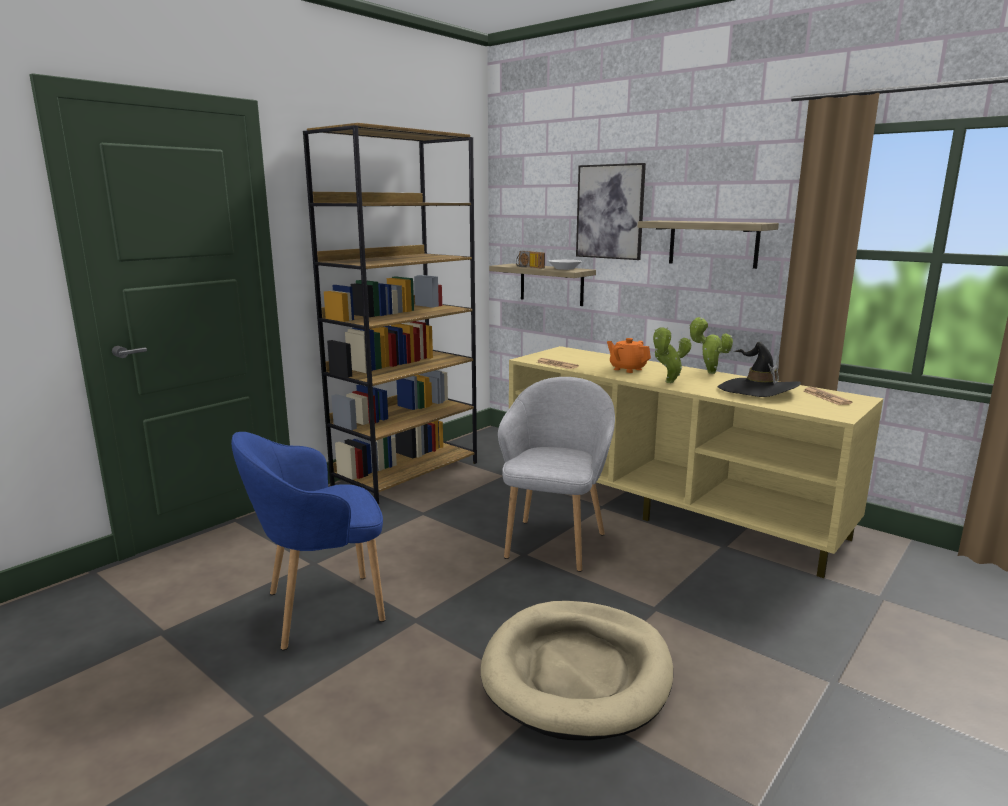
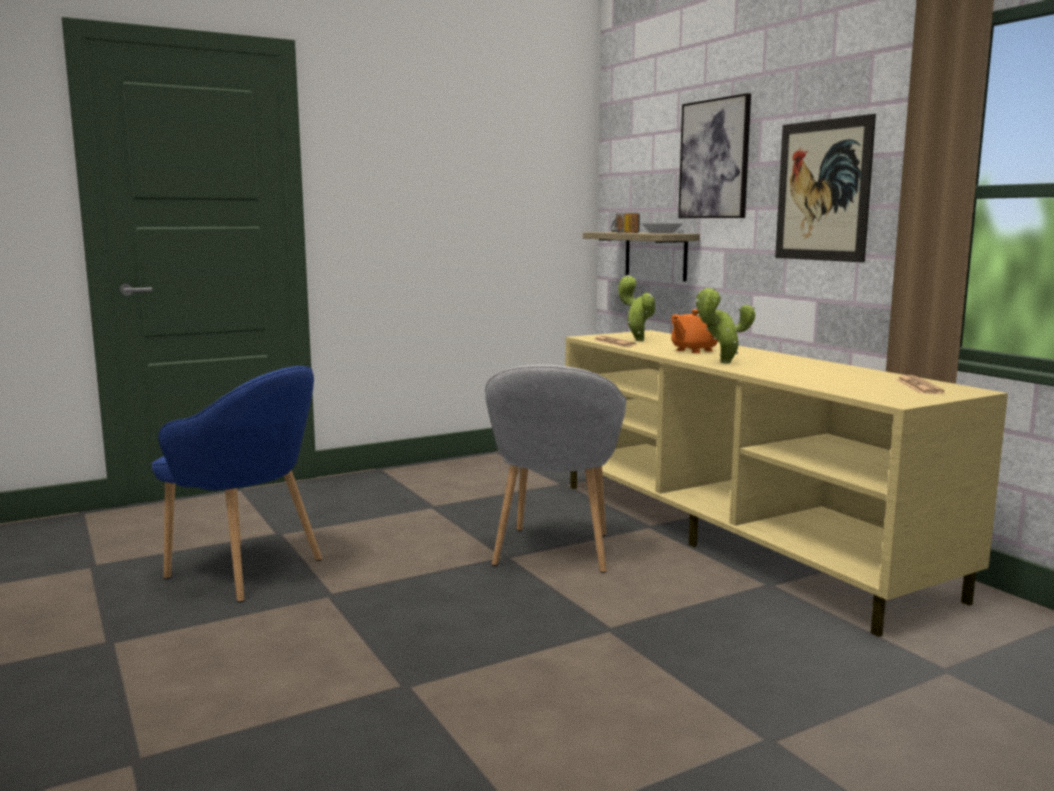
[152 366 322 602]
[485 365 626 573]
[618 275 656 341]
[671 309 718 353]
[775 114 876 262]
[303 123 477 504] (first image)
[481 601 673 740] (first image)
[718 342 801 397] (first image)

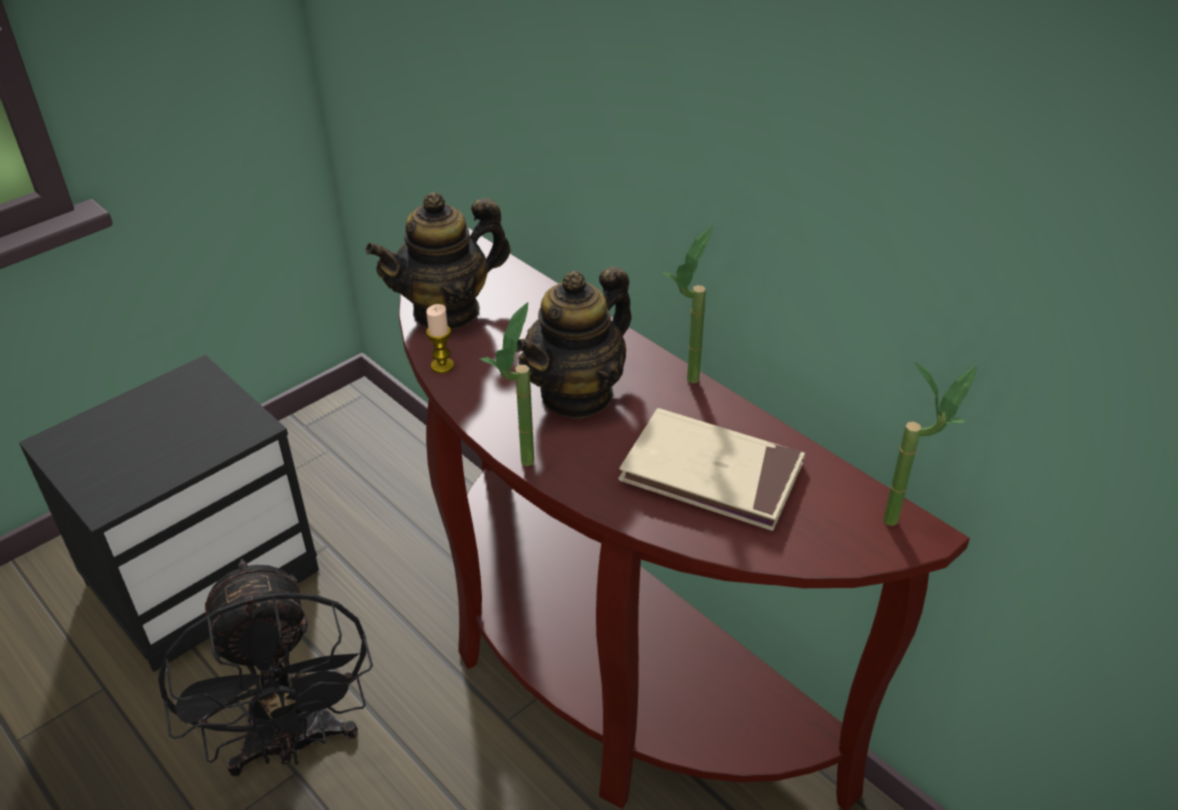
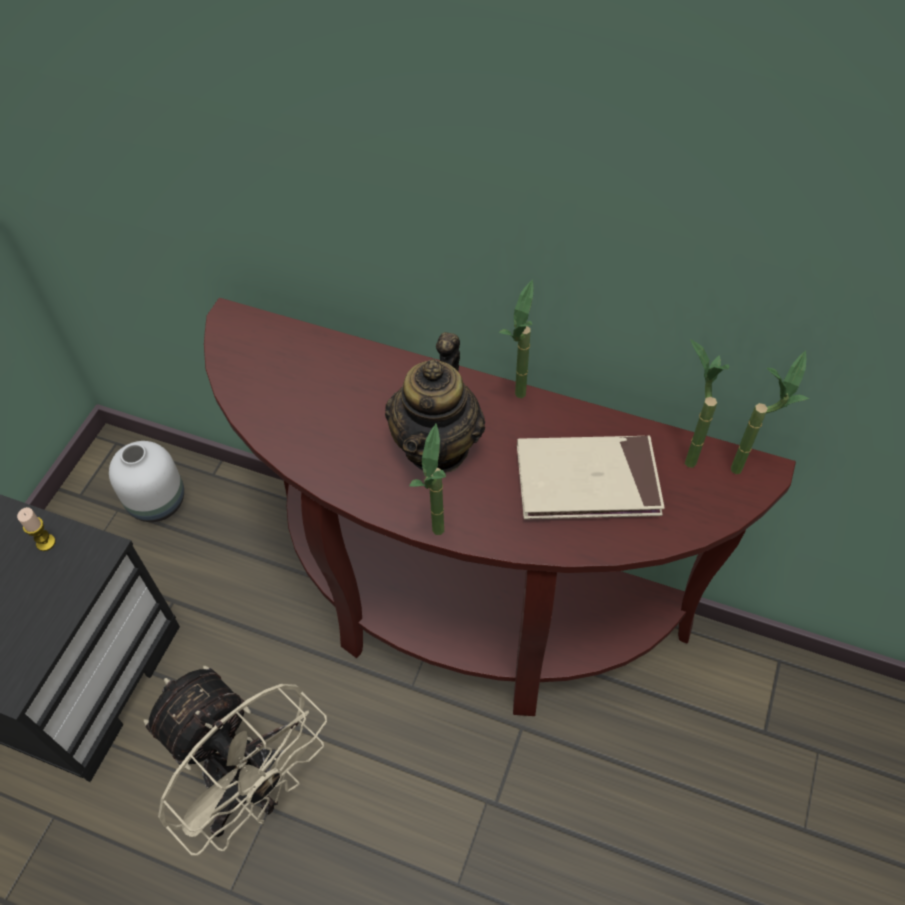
[17 507 56 551]
[109 441 184 522]
[144 666 327 856]
[685 339 729 468]
[366 192 510 329] (first image)

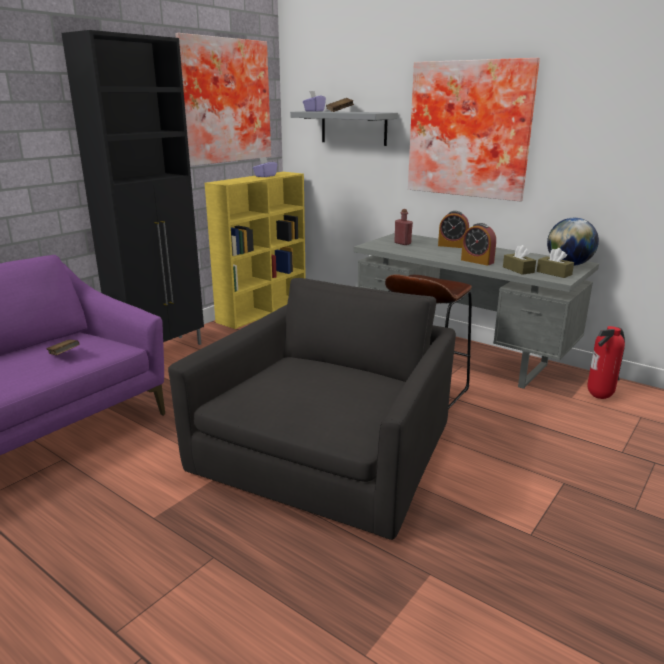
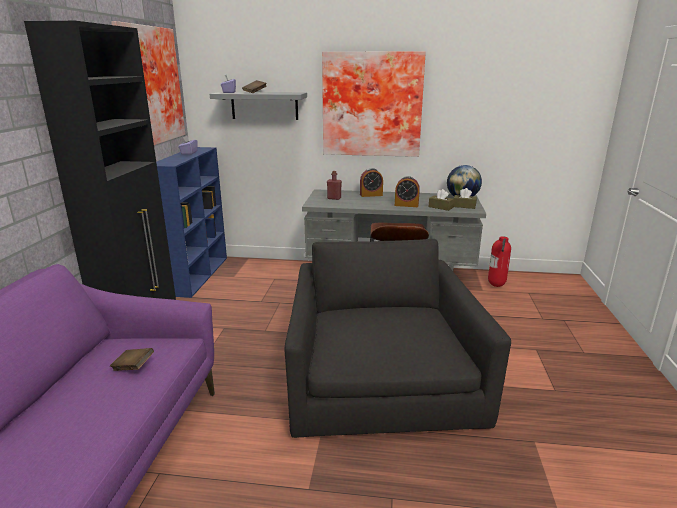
[156 147 227 298]

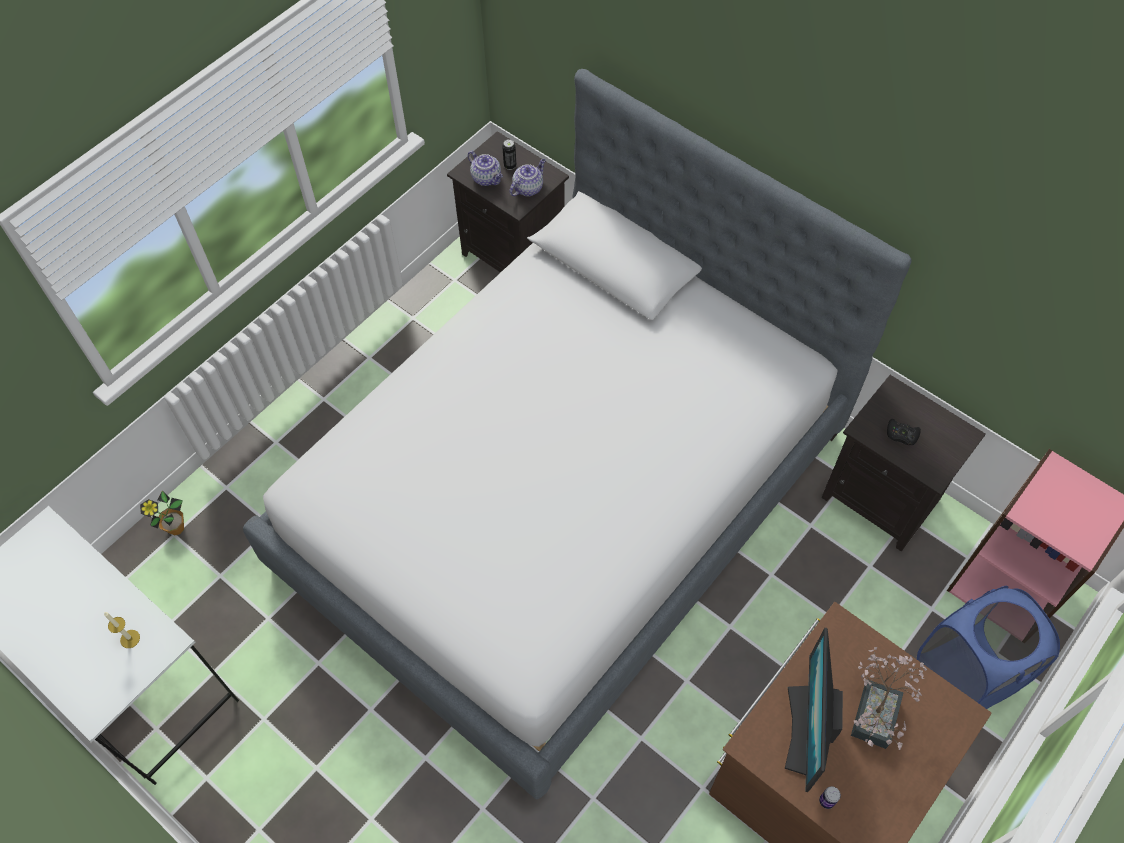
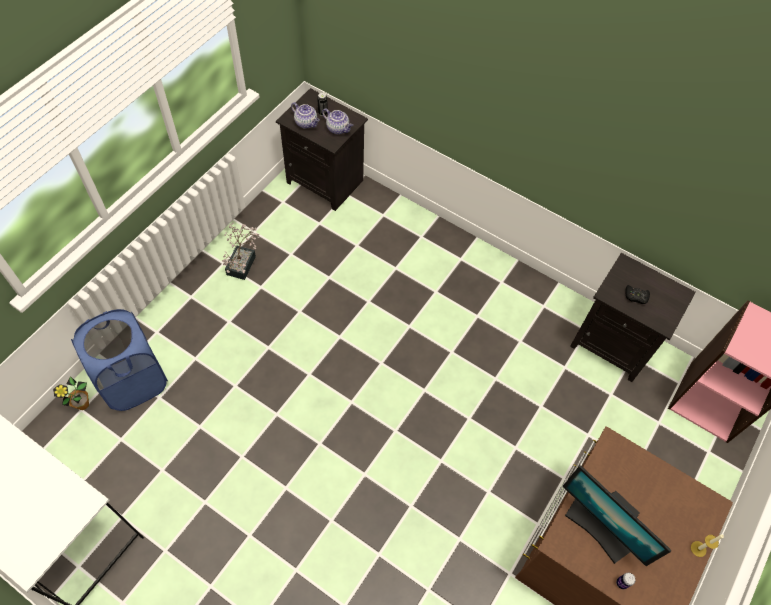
[71 309 168 411]
[222 222 259 280]
[322 108 353 134]
[563 465 671 566]
[691 534 724 557]
[243 69 911 799] (first image)

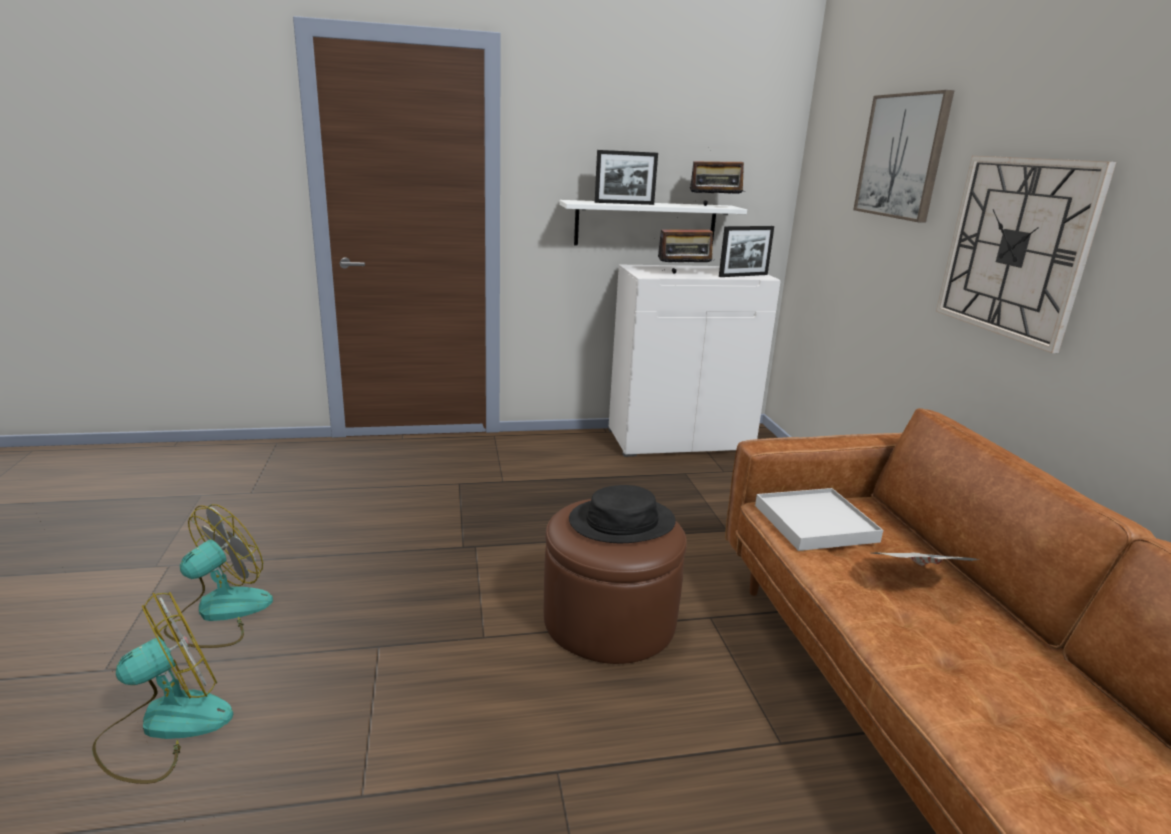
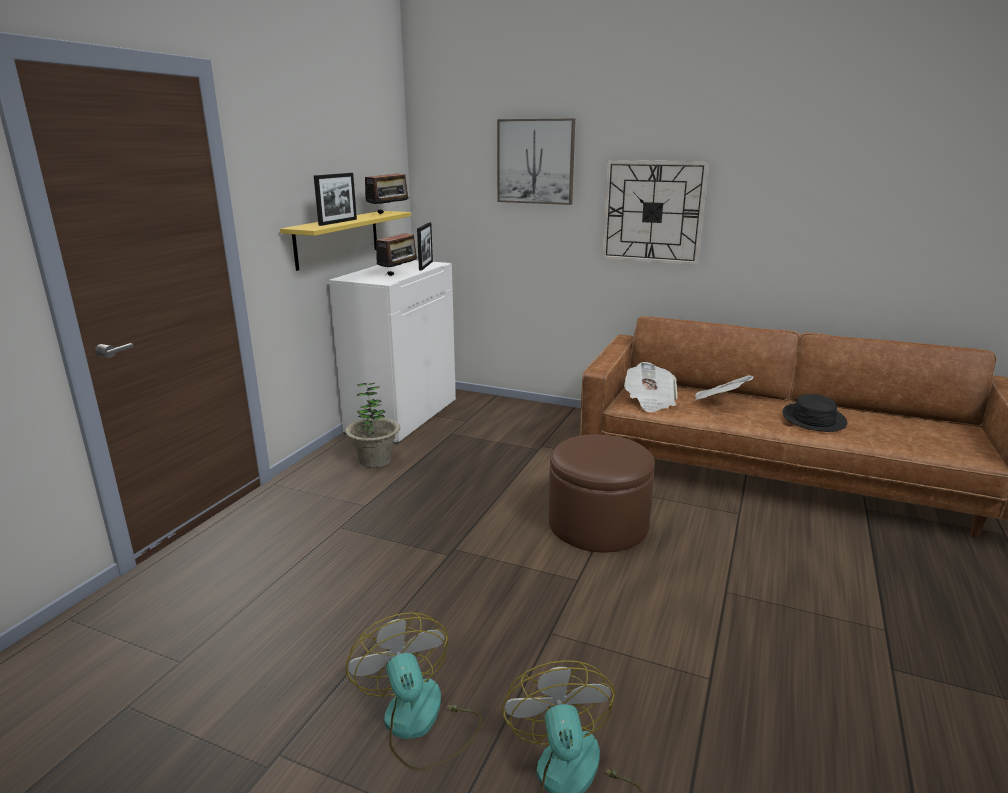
[280 211 411 271]
[345 383 400 468]
[624 362 677 412]
[782 394 847 432]

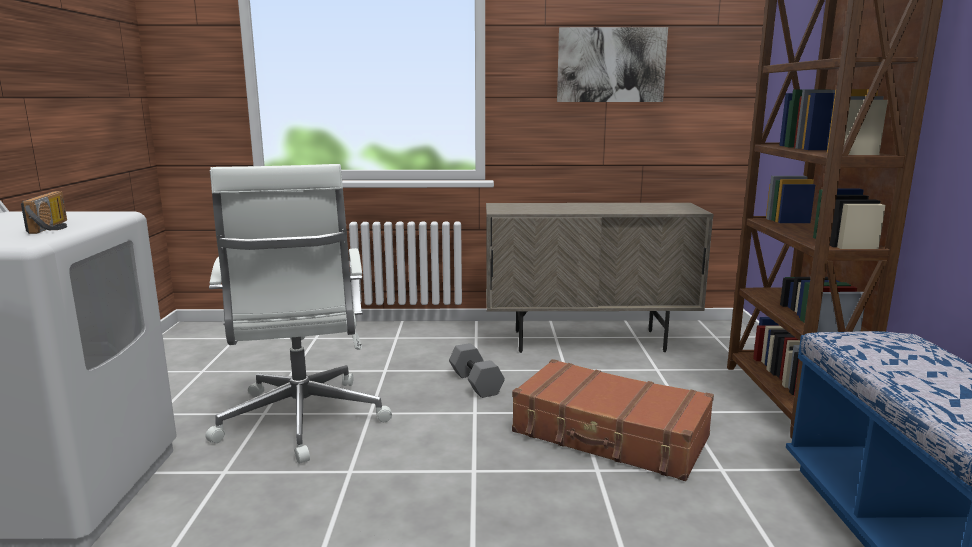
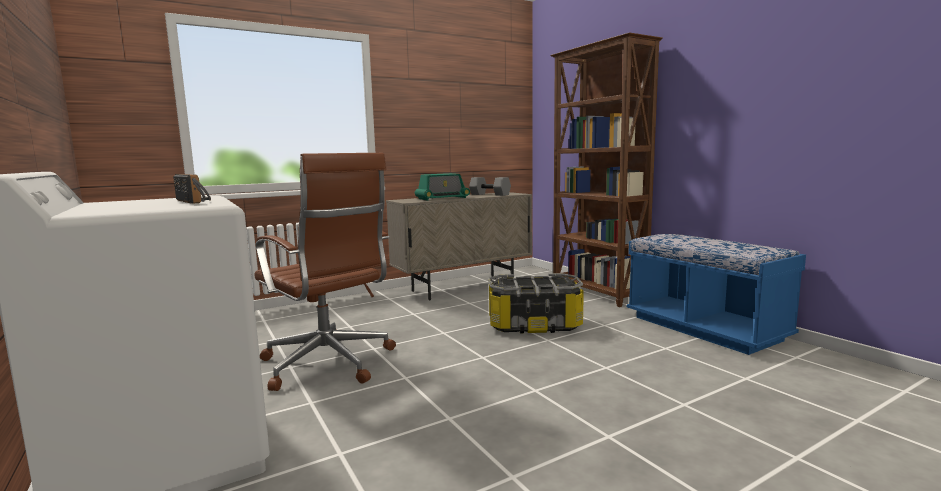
[254 153 396 391]
[415 173 470 201]
[469 177 511 196]
[489 273 584 334]
[557 27 668 102] (first image)

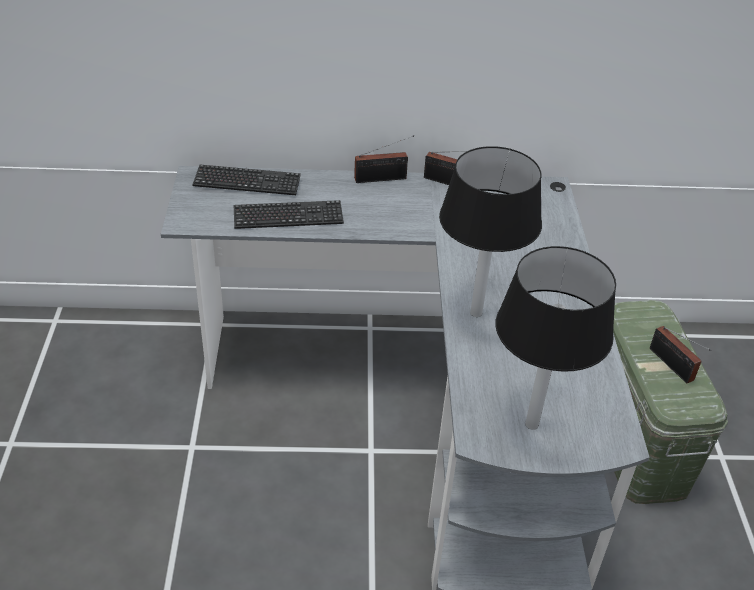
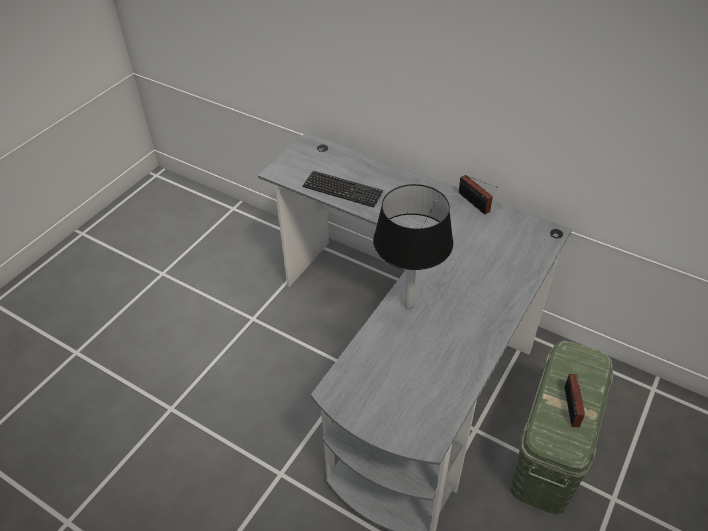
[192 165 301 195] (first image)
[354 135 414 183] (first image)
[496 246 616 430] (first image)

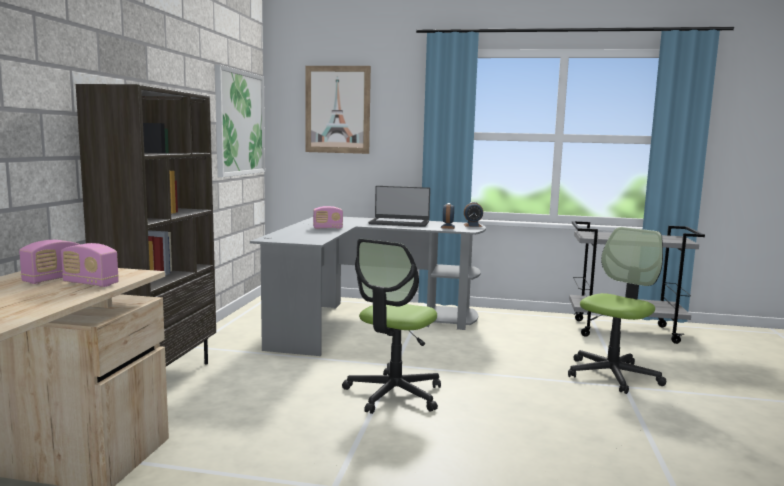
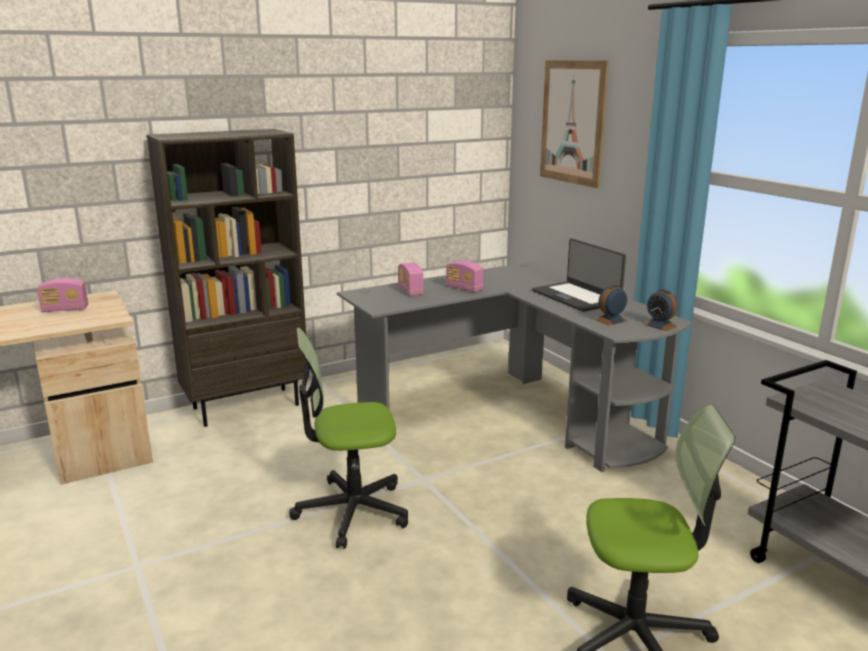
[399 263 424 296]
[215 65 265 177] (first image)

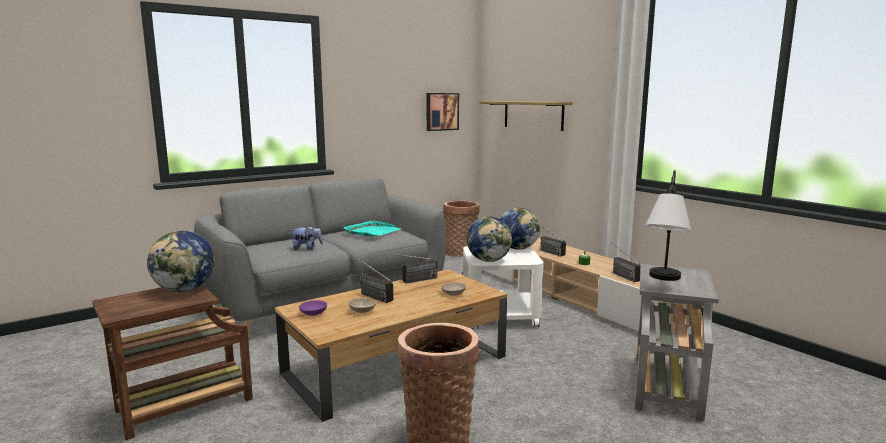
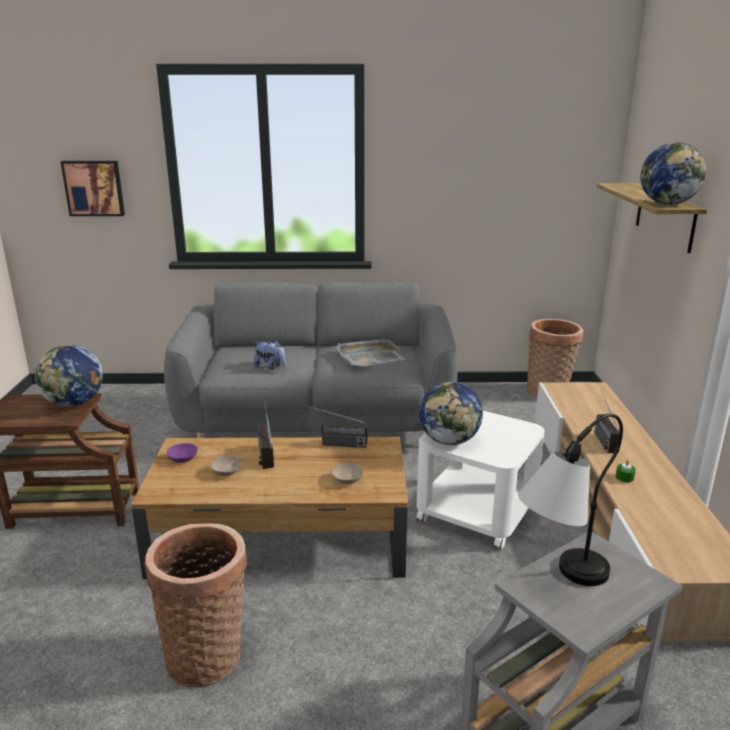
[60 161 125 216]
[336 339 405 367]
[640 142 707 205]
[609 241 640 282] (first image)

